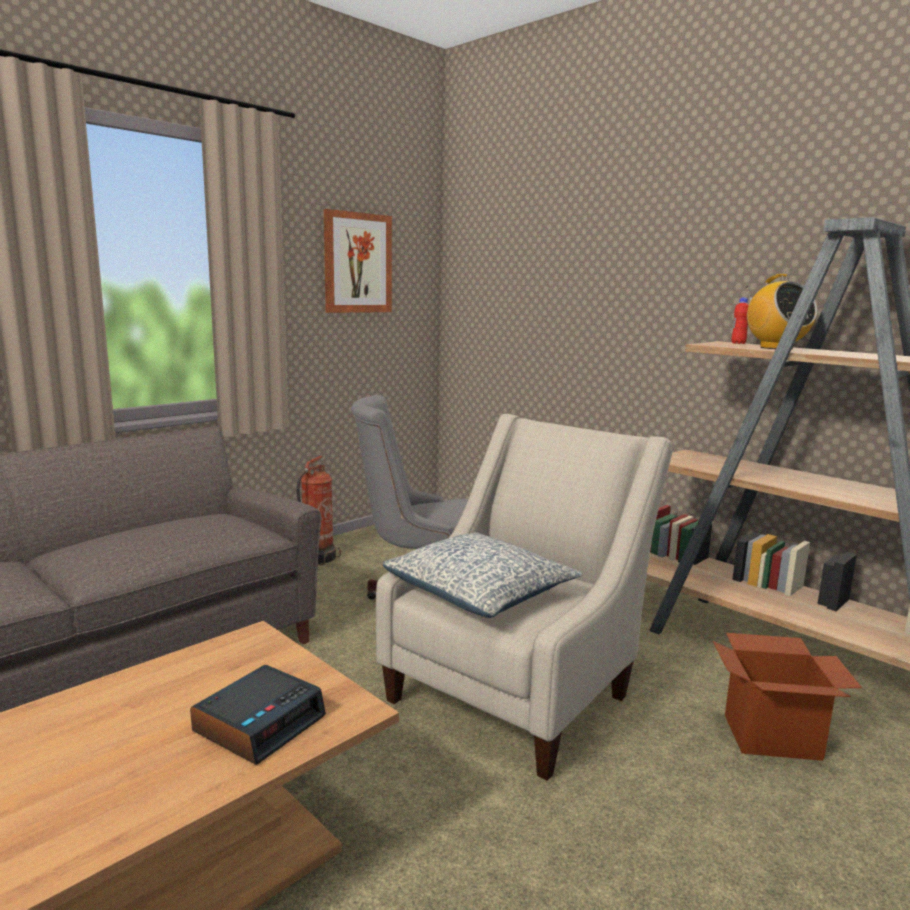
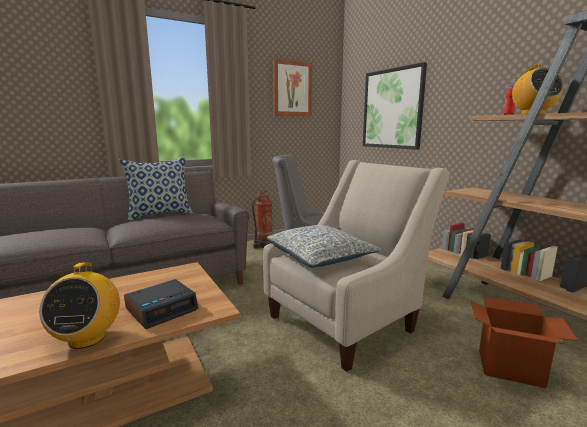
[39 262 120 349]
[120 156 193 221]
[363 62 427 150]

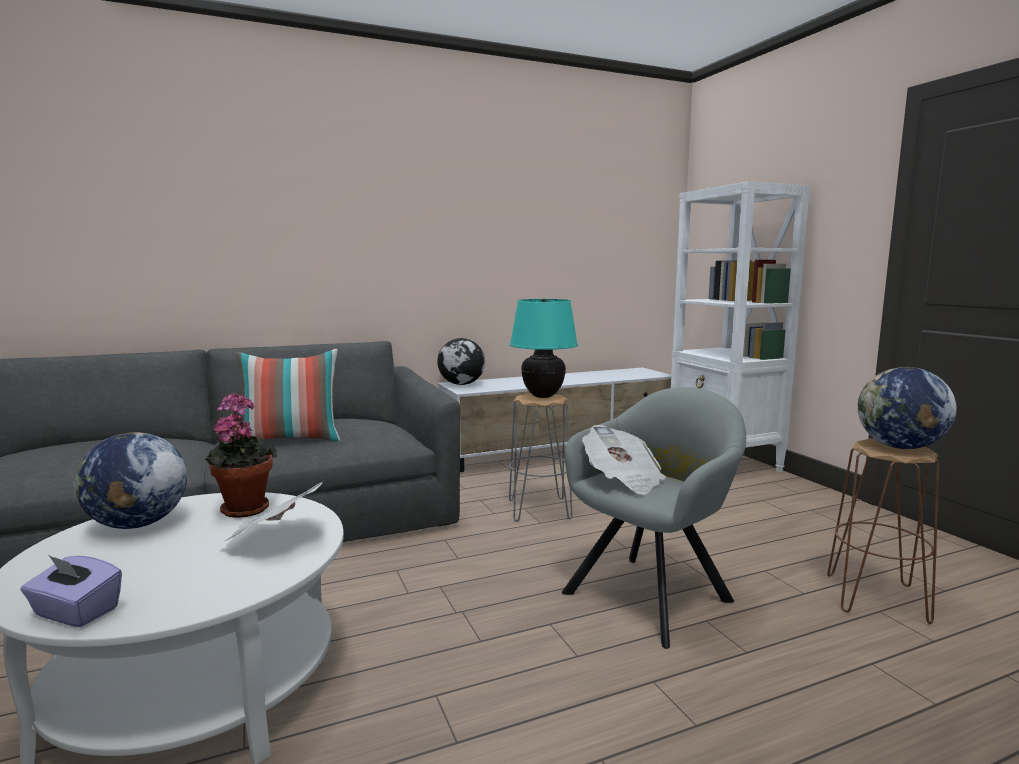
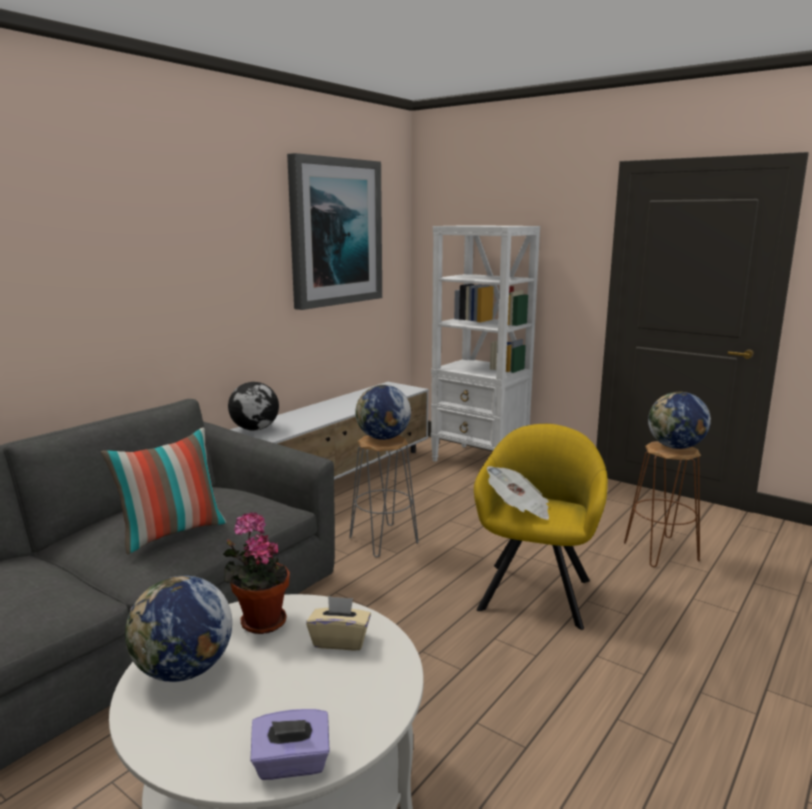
[287 153 382 310]
[306 596 371 650]
[355 385 411 440]
[474 424 608 630]

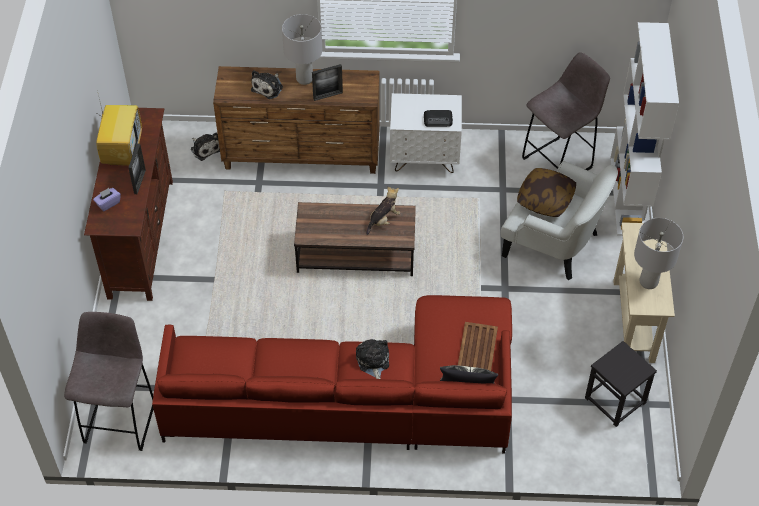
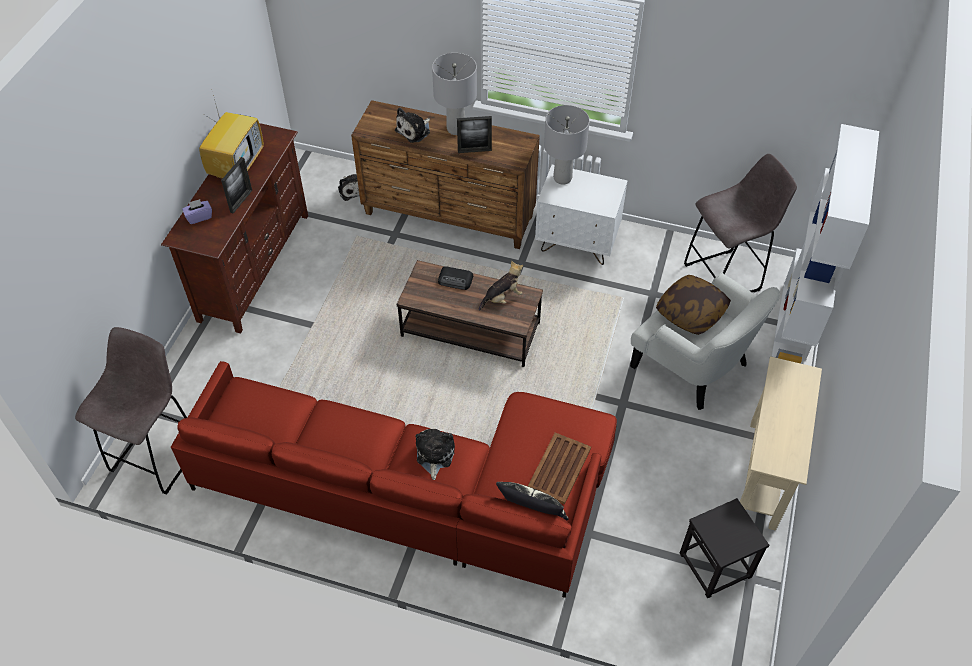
[438 266 473 290]
[544 105 590 185]

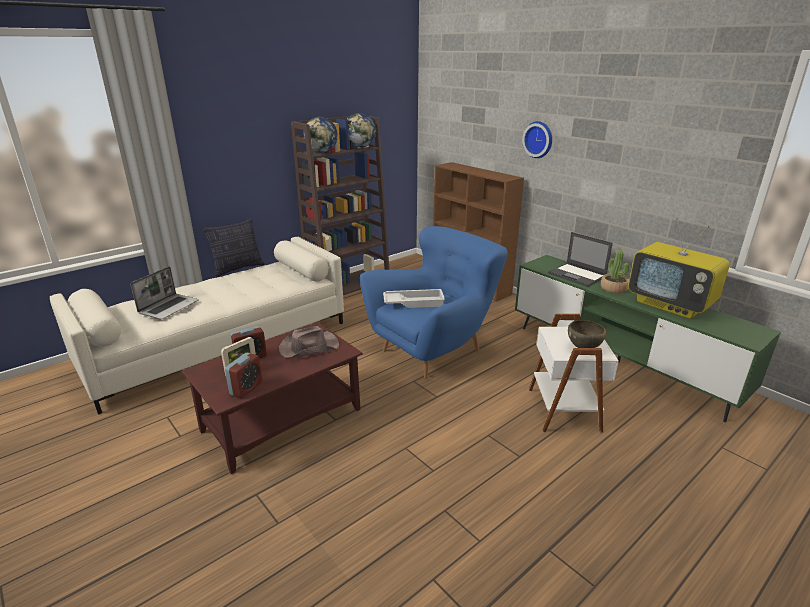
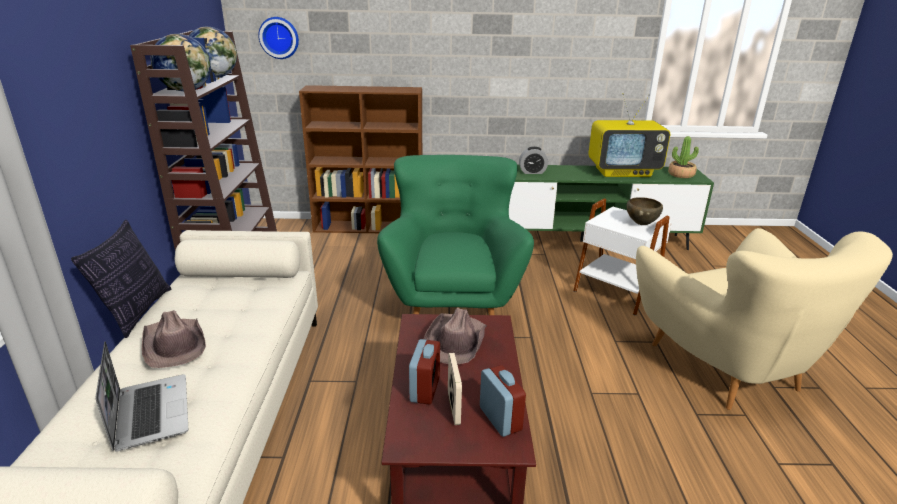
[142 310 206 368]
[258 17 299 59]
[377 155 534 315]
[519 147 548 174]
[636 228 893 410]
[668 136 699 178]
[383 289 445 308] (first image)

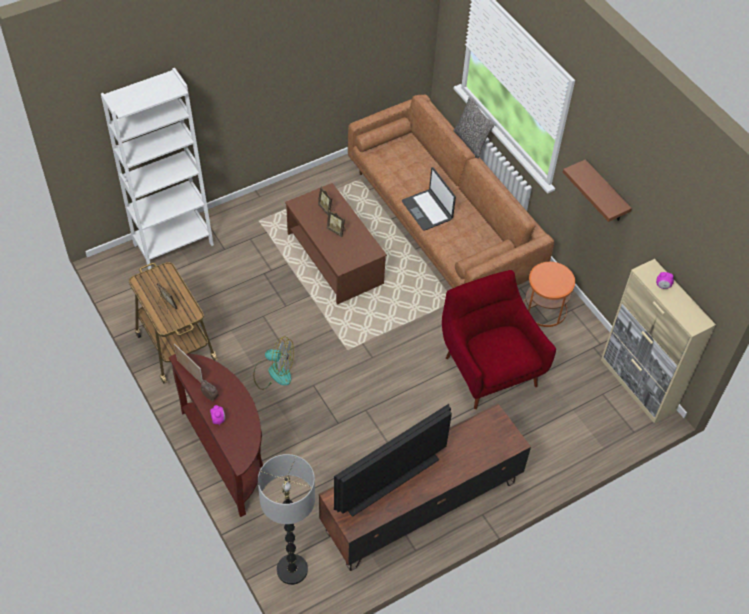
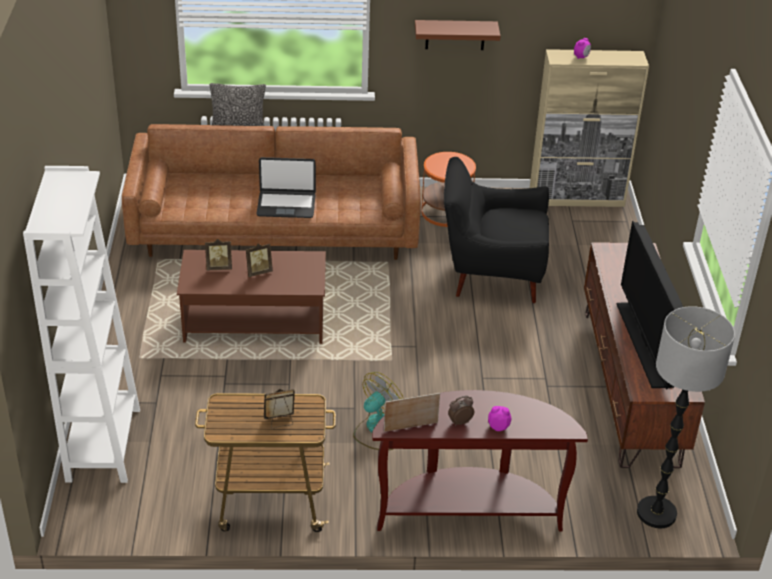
[444 157 549 303]

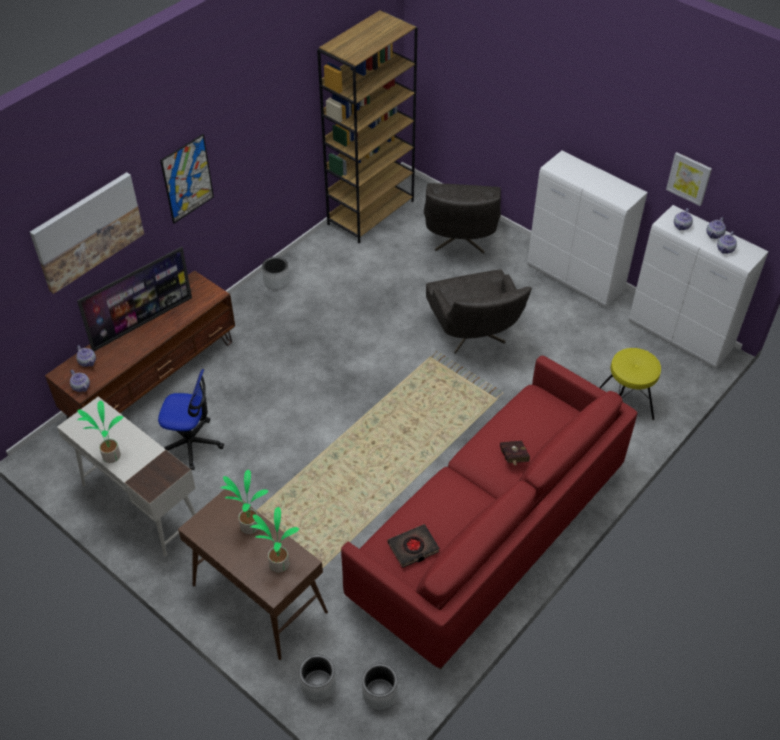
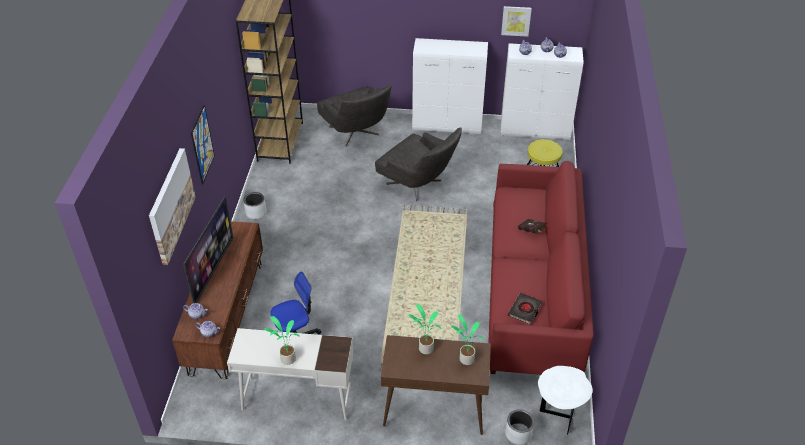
[538 366 593 435]

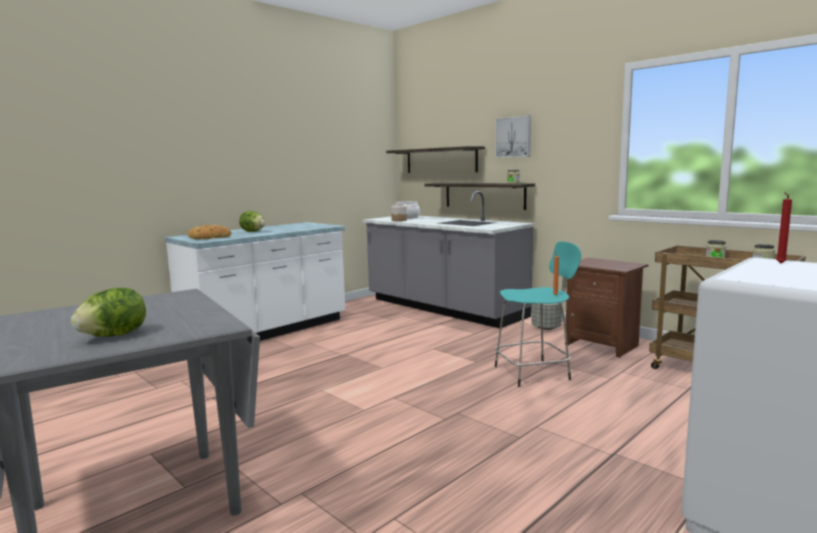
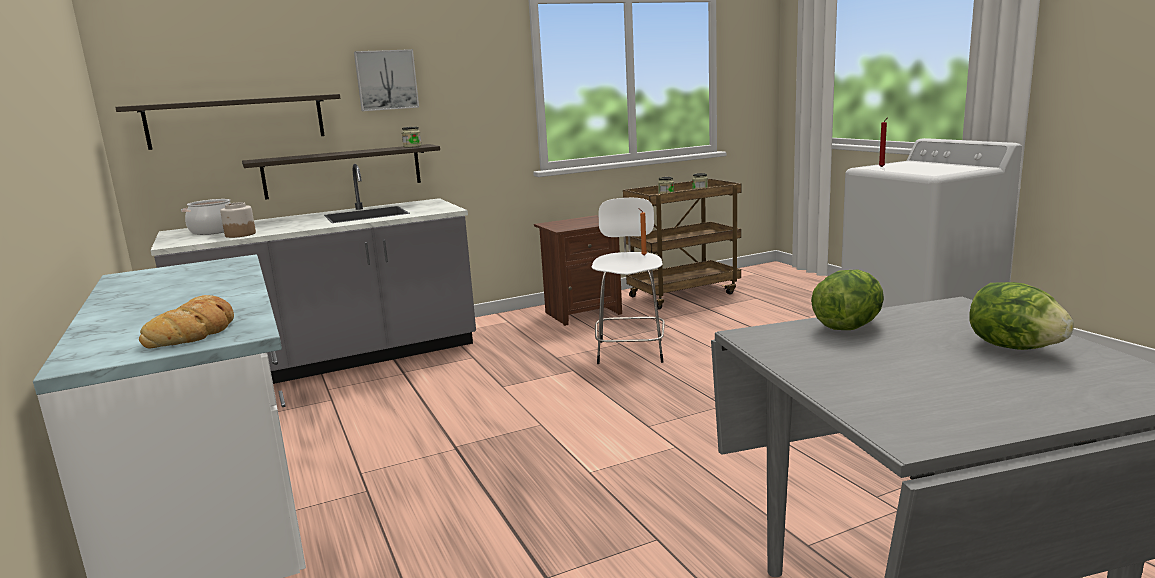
[591 198 665 364]
[811 269 884 330]
[531 302 562 330] (first image)

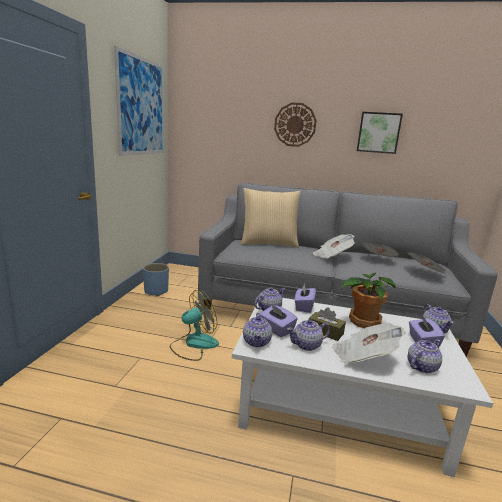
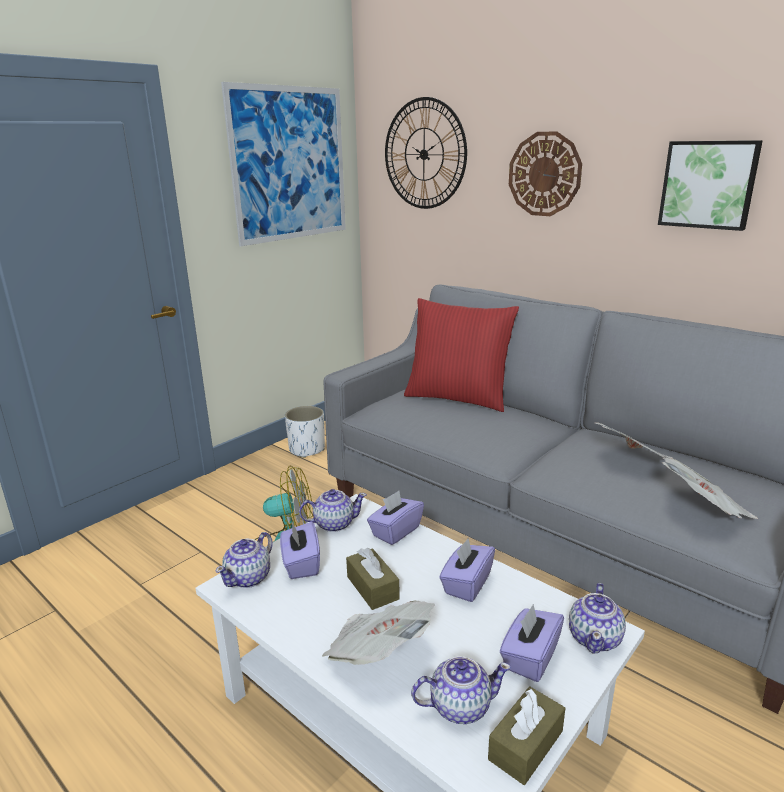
[285 406 325 458]
[385 97 467 209]
[404 298 519 412]
[439 538 495 602]
[488 686 565 785]
[287 319 330 351] (first image)
[313 234 355 259] (first image)

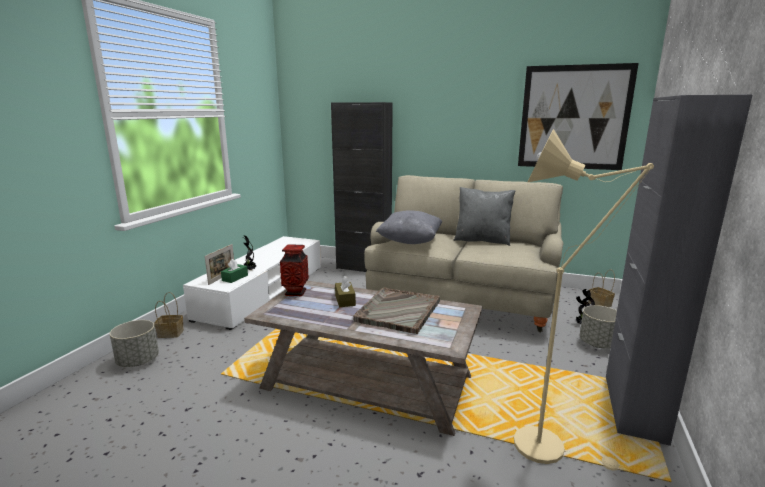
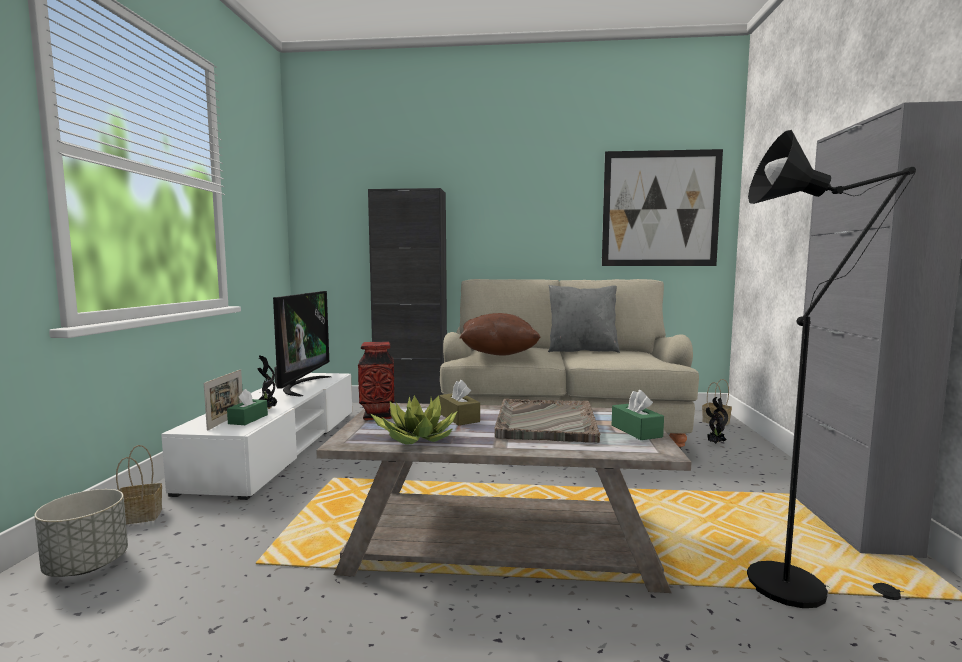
[273 291 331 397]
[371 395 457 445]
[460 313 541 356]
[612 390 664 440]
[747 130 916 608]
[580 305 617 348] (first image)

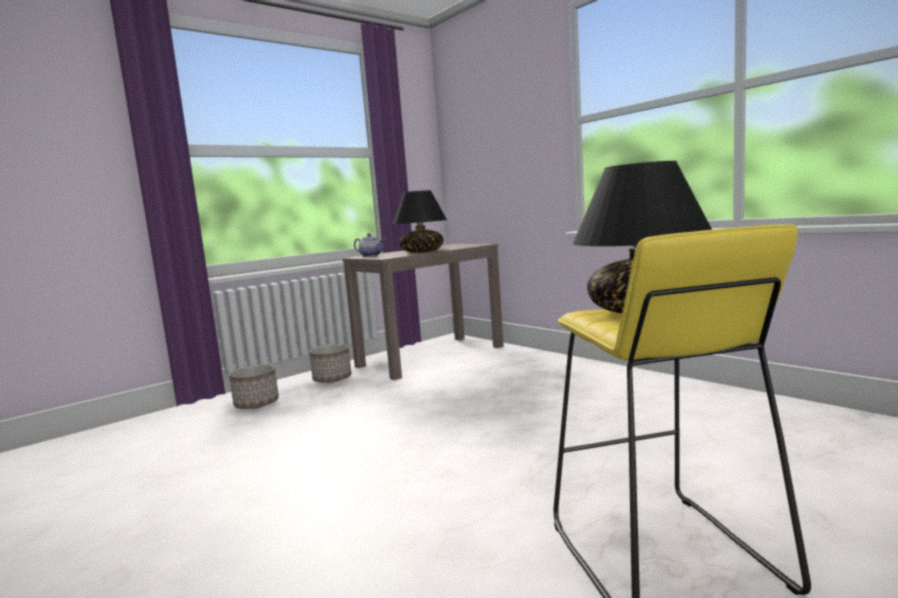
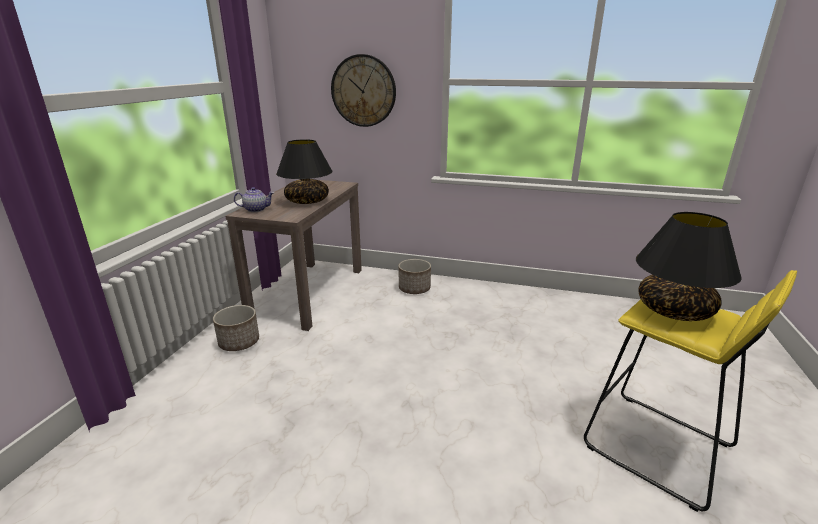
[331 54 396 127]
[399 259 431 294]

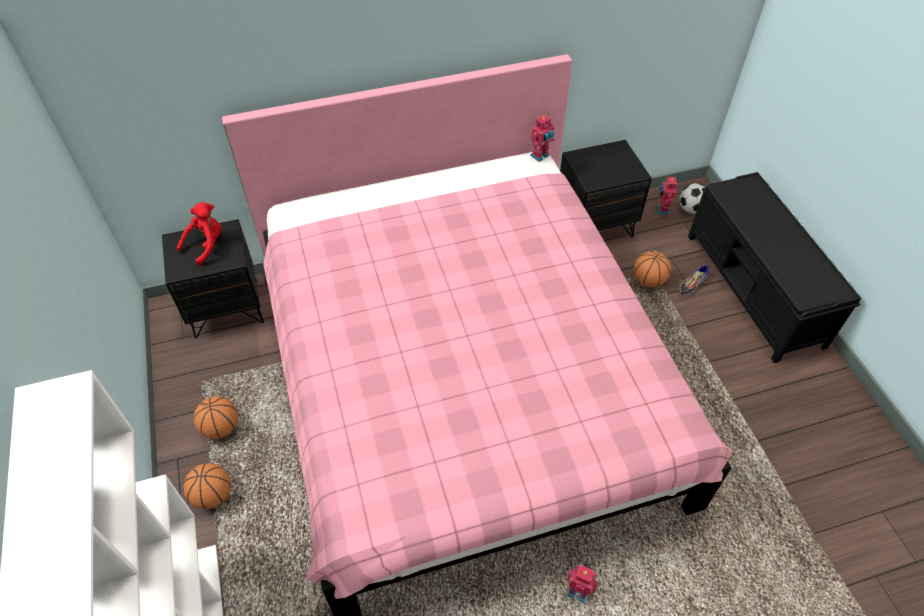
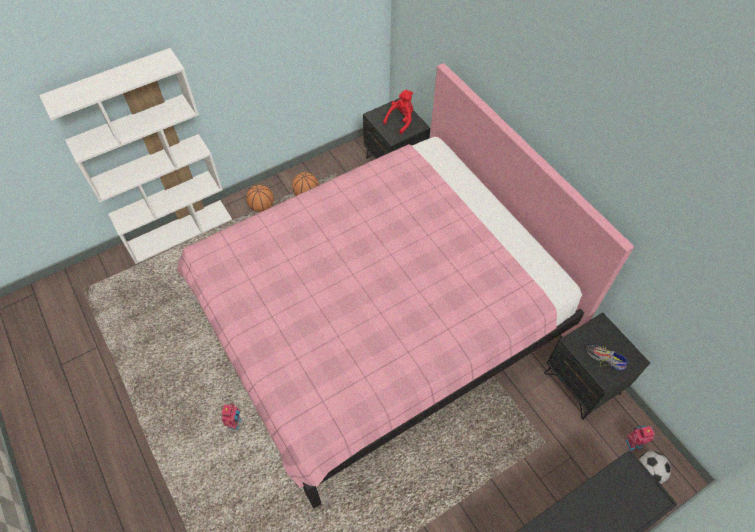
[383 90 413 134]
[586 345 630 370]
[530 114 555 162] (first image)
[634 251 671 287] (first image)

